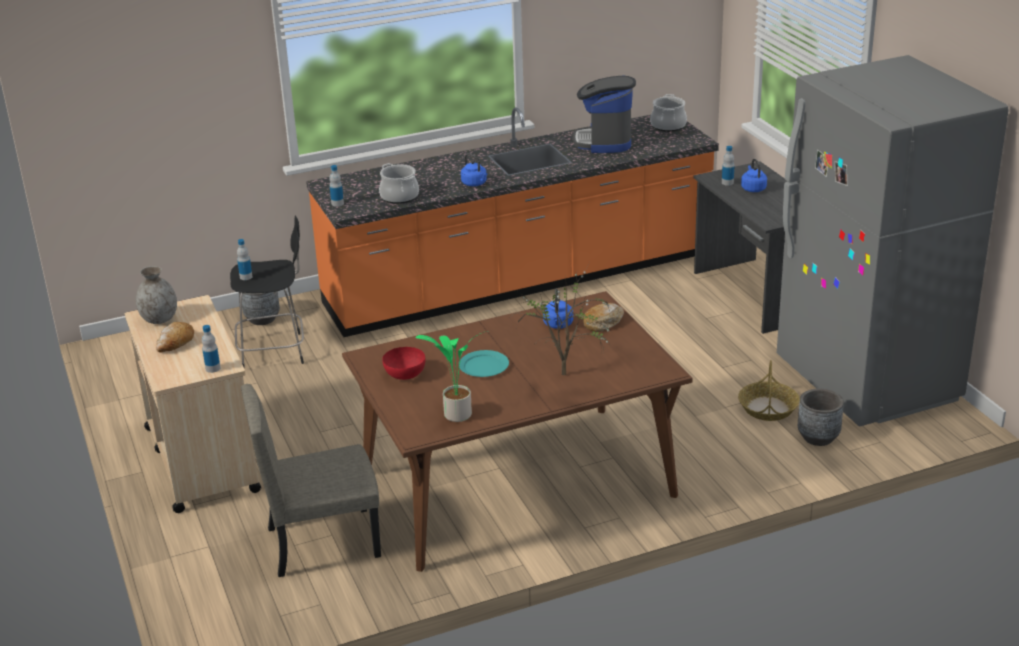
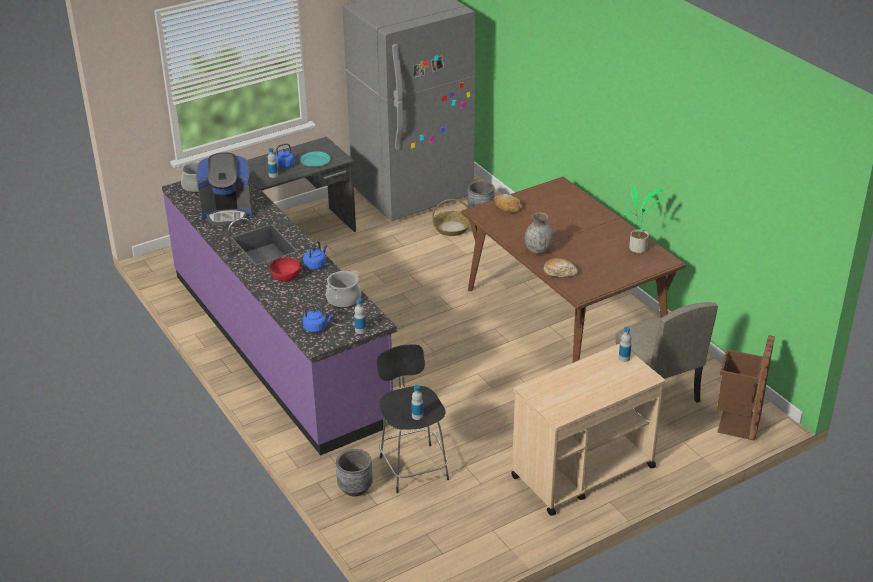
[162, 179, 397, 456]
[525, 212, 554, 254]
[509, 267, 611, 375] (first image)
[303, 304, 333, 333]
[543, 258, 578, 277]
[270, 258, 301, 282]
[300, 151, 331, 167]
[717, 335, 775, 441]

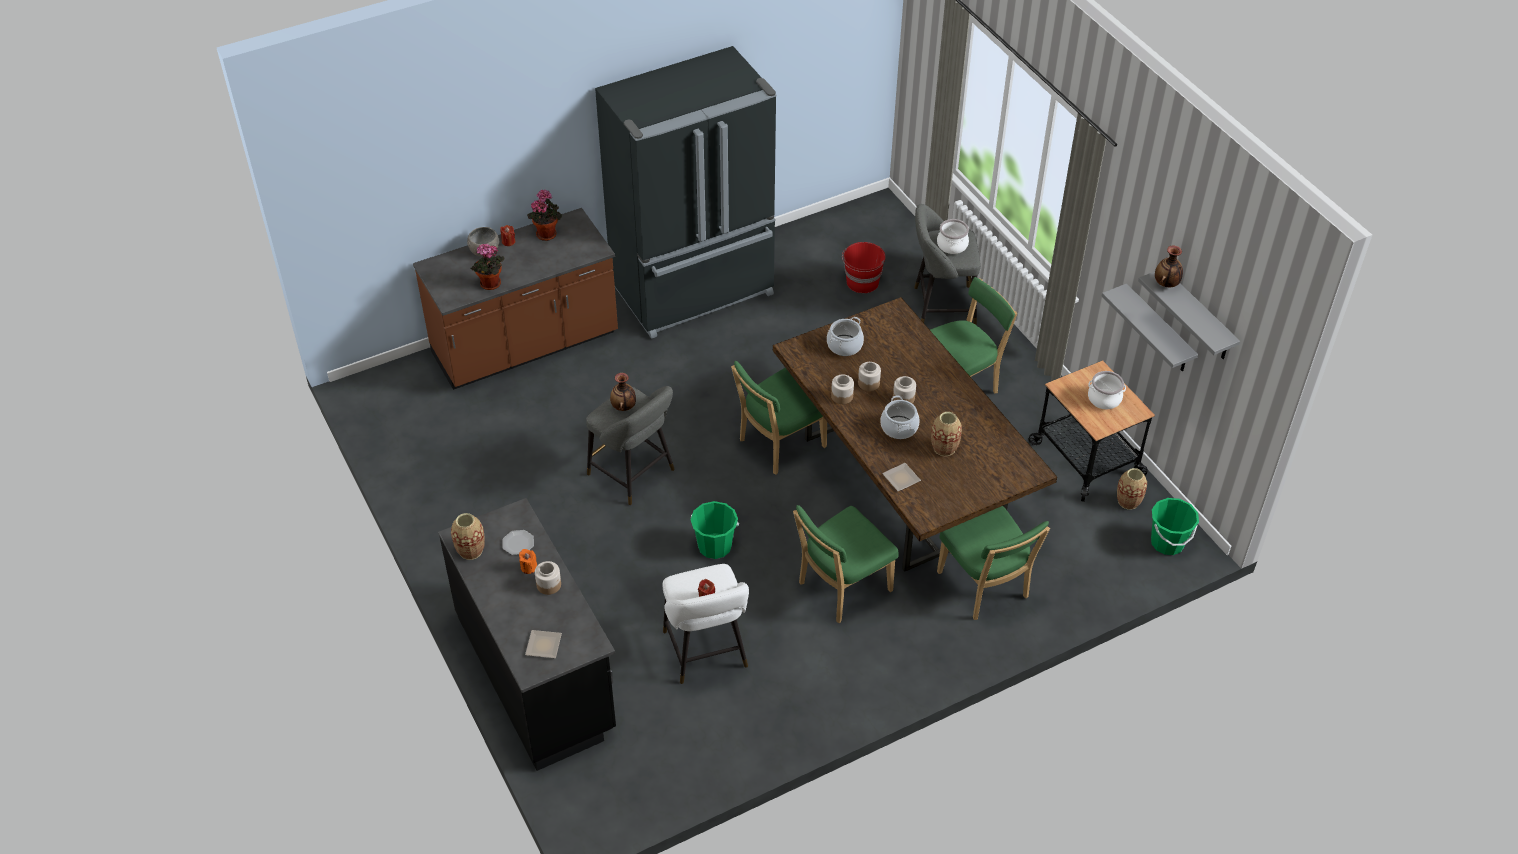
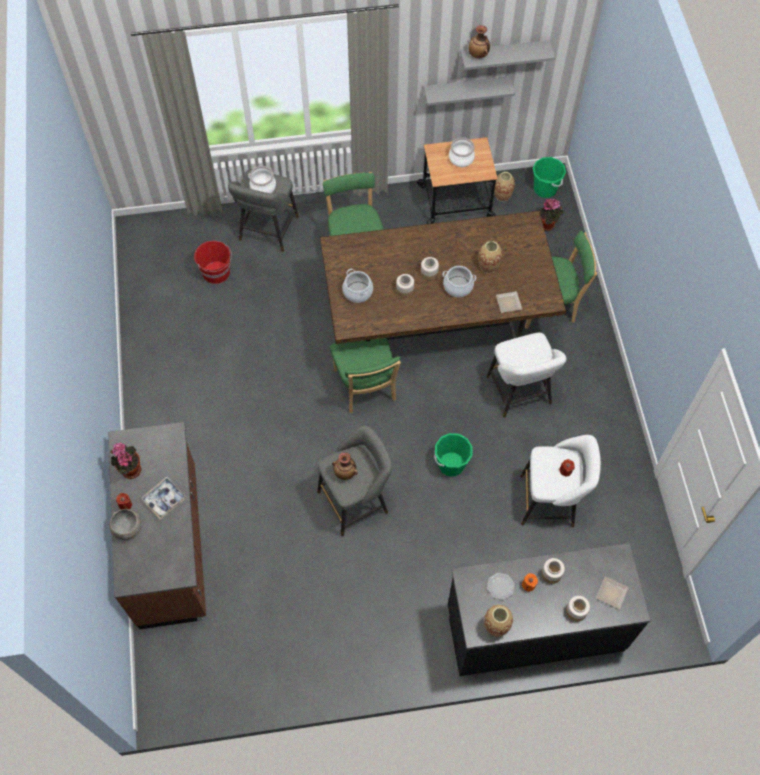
[595, 46, 777, 339] (first image)
[540, 199, 564, 231]
[566, 596, 590, 621]
[486, 333, 566, 418]
[141, 477, 187, 519]

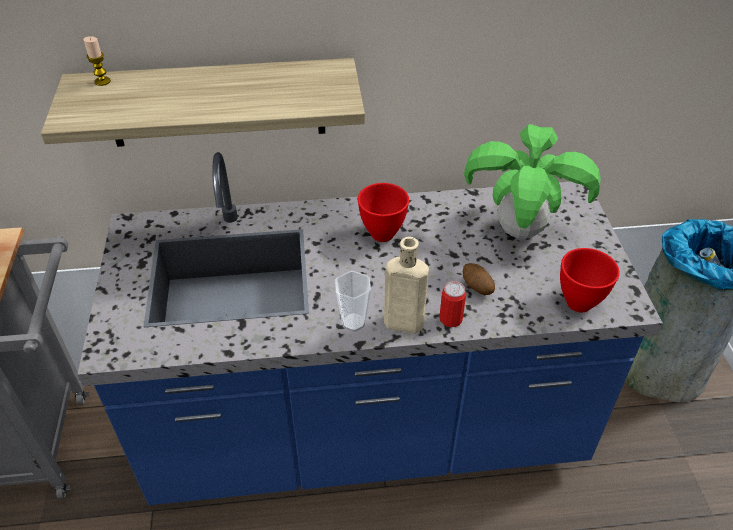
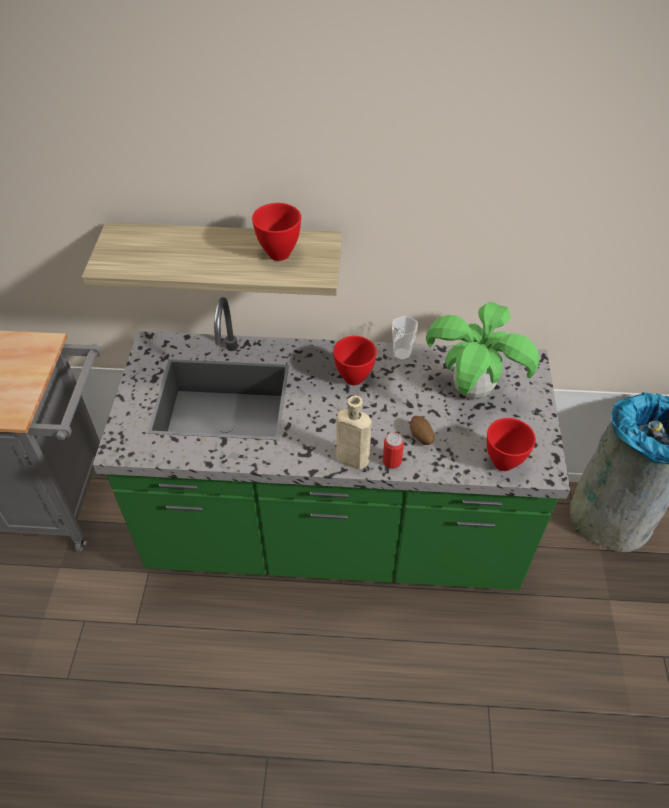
[83, 36, 111, 86] (first image)
[93, 297, 570, 590]
[392, 316, 418, 361]
[252, 203, 301, 261]

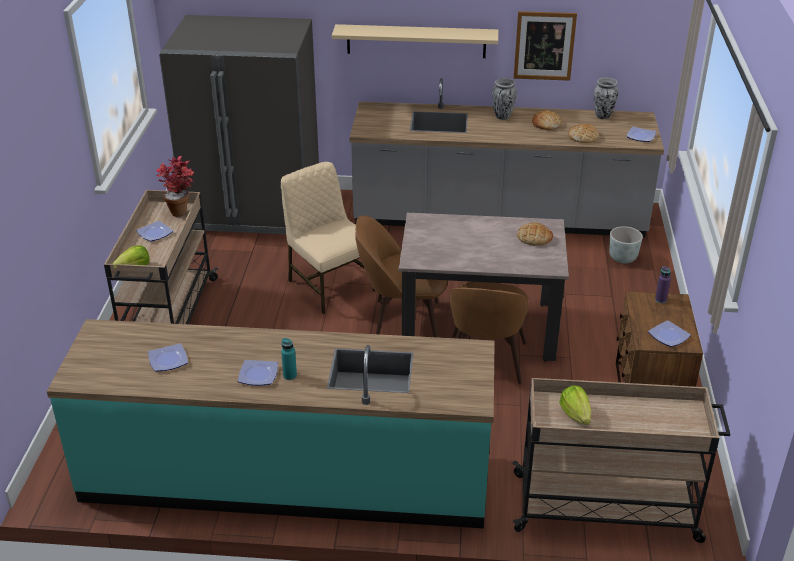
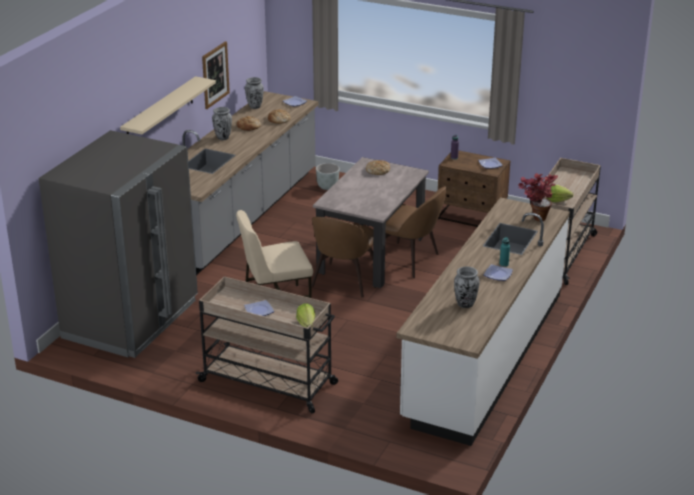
[518, 173, 558, 221]
[396, 197, 570, 446]
[454, 266, 480, 308]

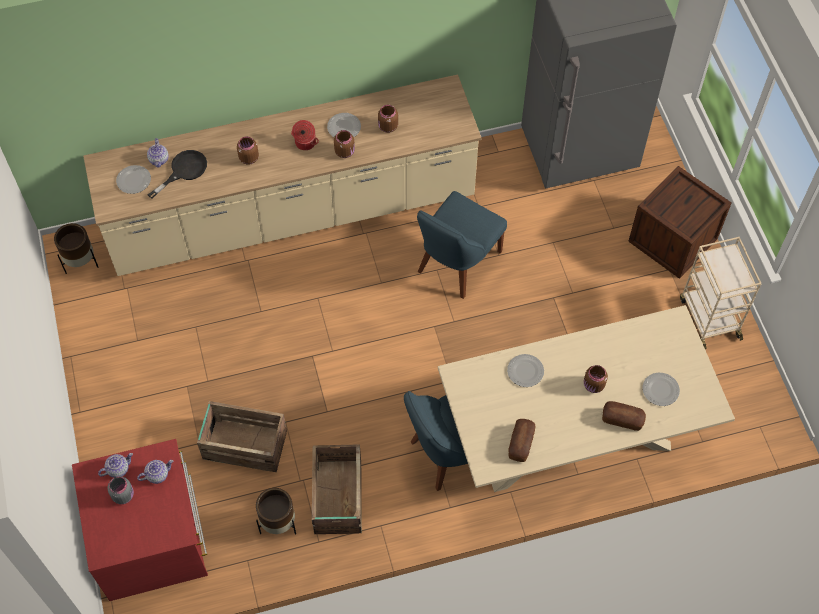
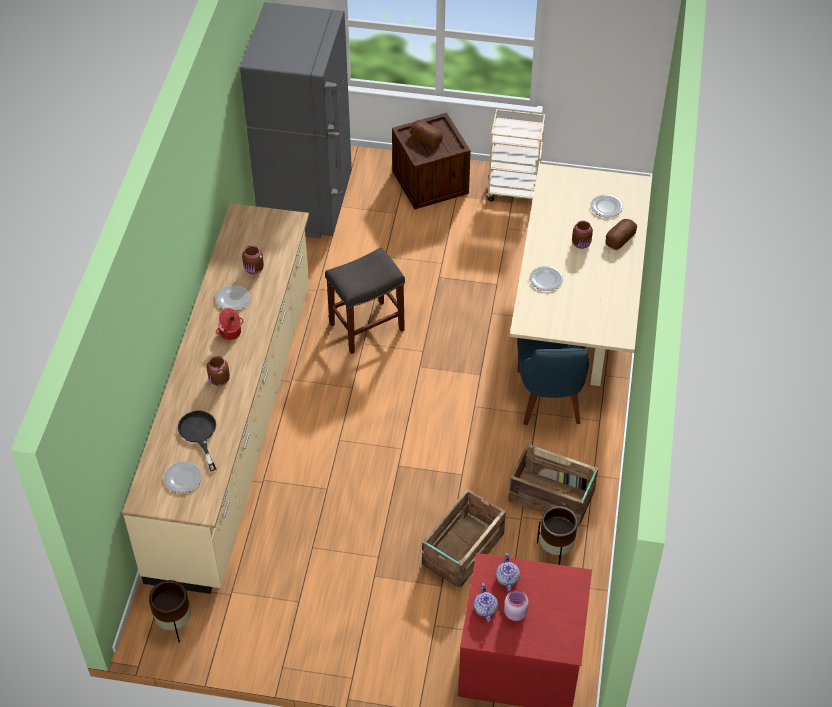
[334, 130, 355, 158] (first image)
[147, 138, 169, 168] (first image)
[325, 247, 405, 354]
[411, 120, 443, 147]
[504, 590, 529, 621]

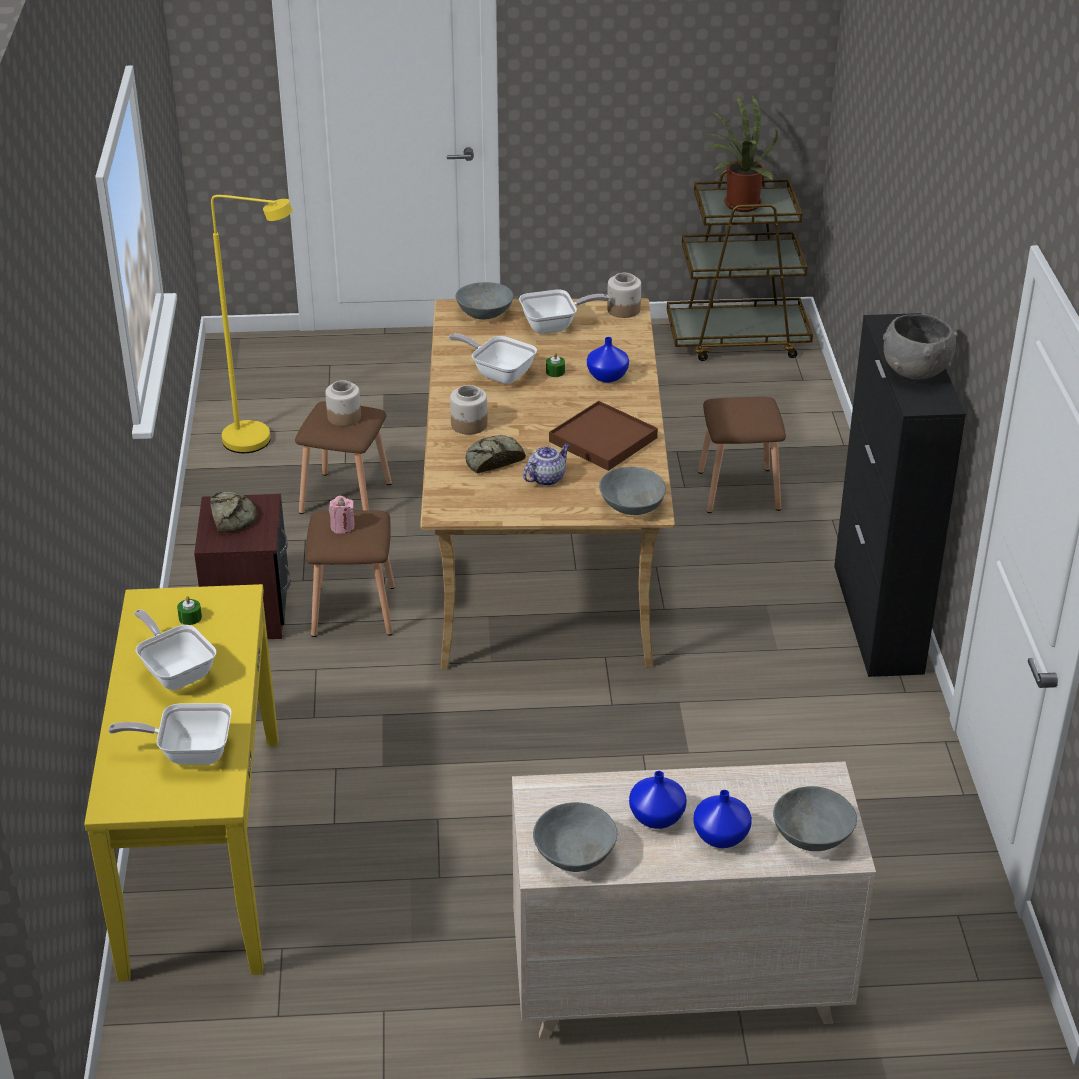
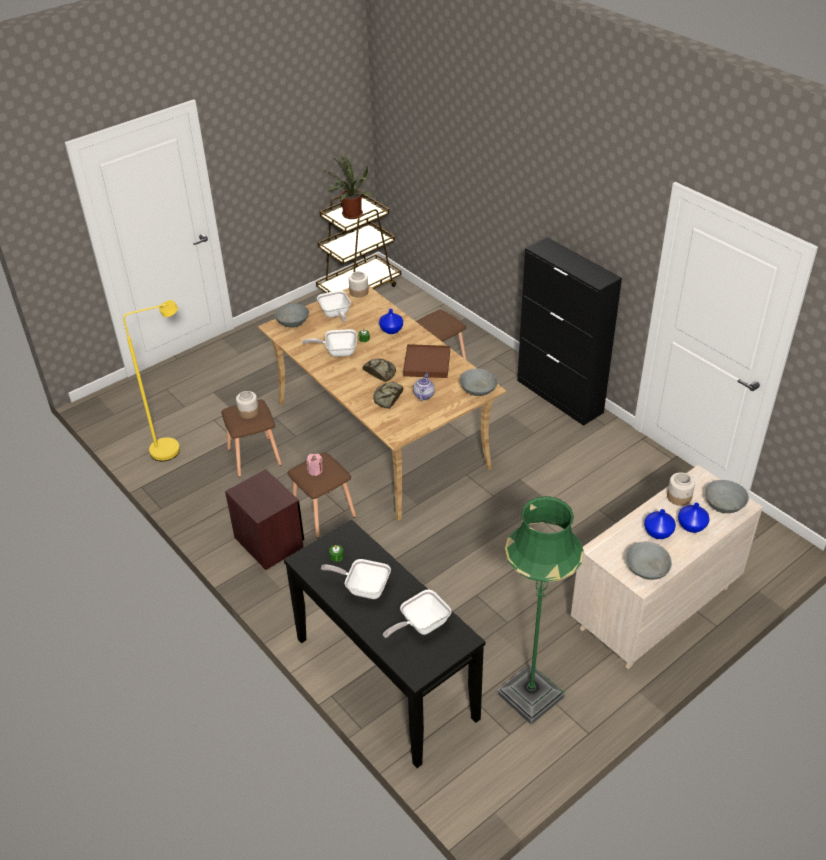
[317, 290, 351, 322]
[883, 314, 958, 380] (first image)
[667, 472, 695, 506]
[362, 359, 396, 382]
[284, 519, 485, 768]
[497, 496, 584, 725]

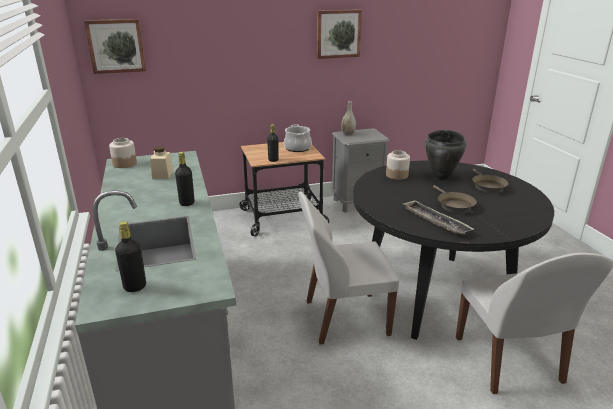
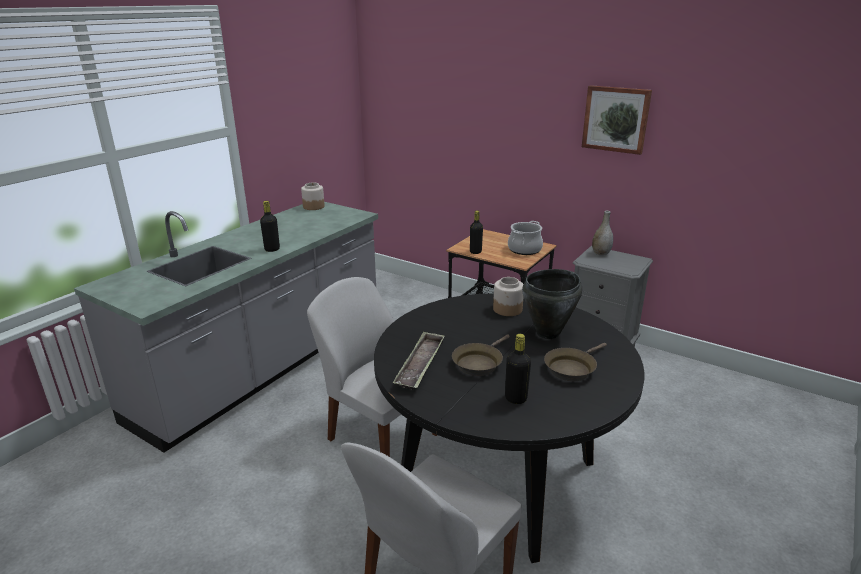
[84, 19, 146, 74] (first image)
[150, 146, 173, 179] (first image)
[505, 334, 531, 404]

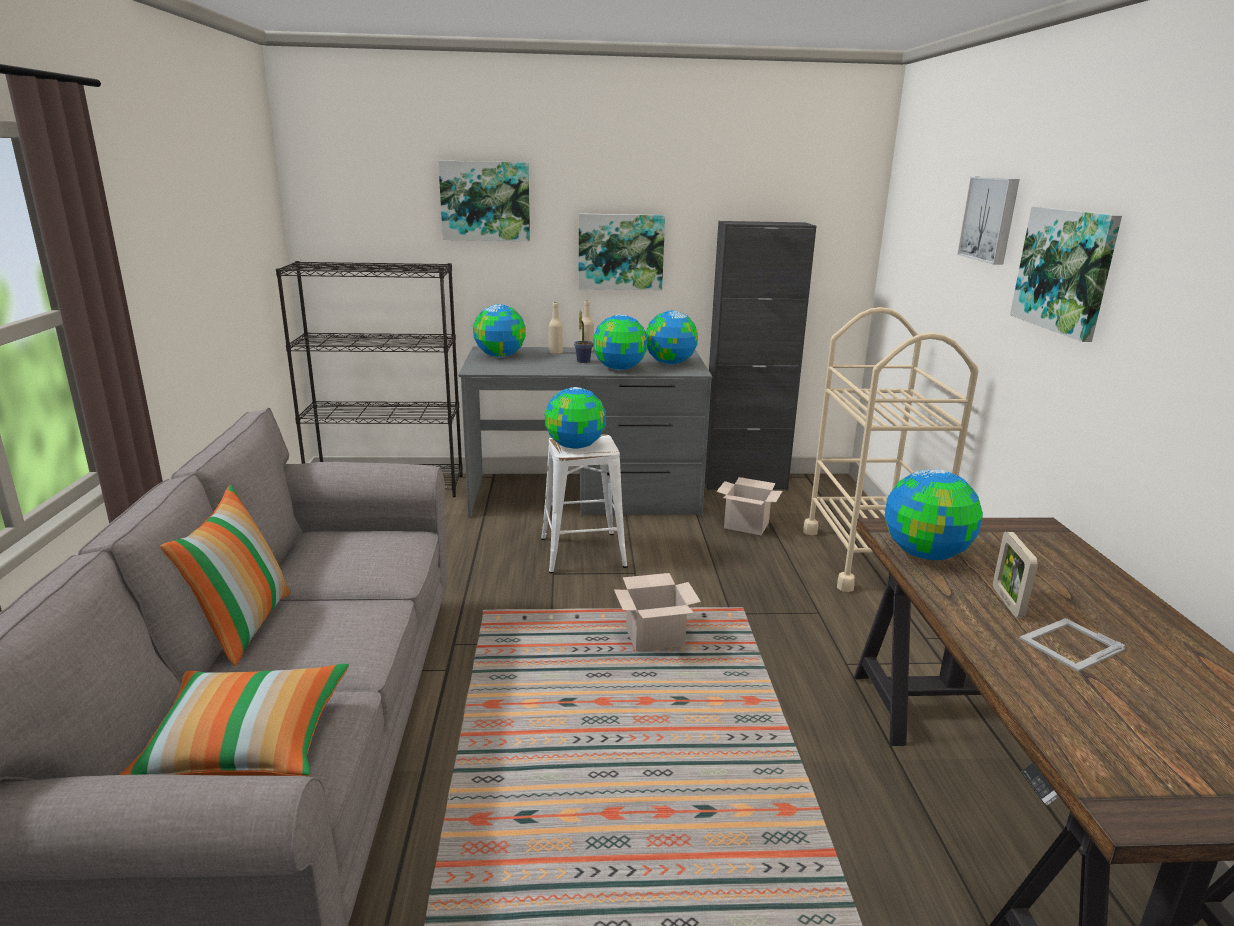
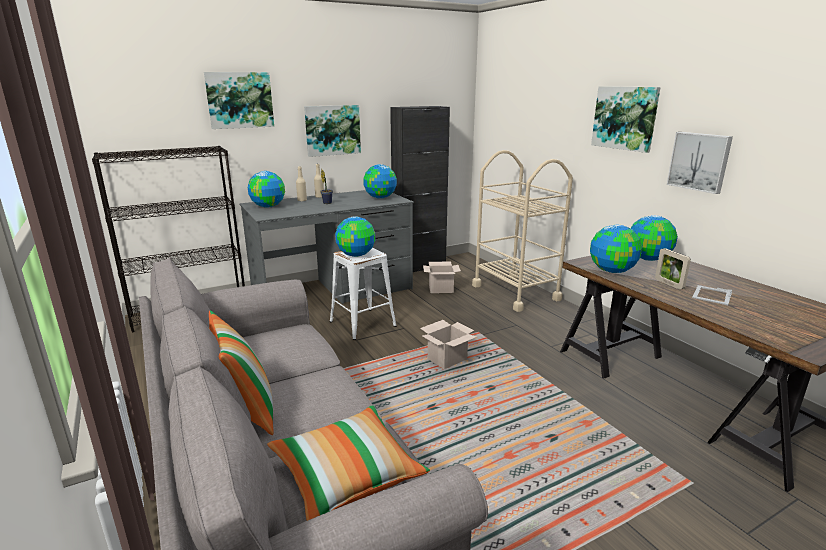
[667, 132, 733, 194]
[631, 215, 678, 261]

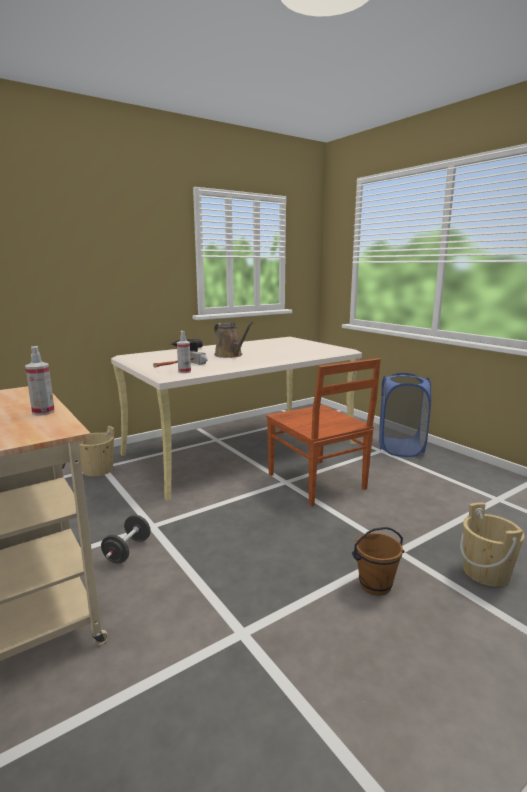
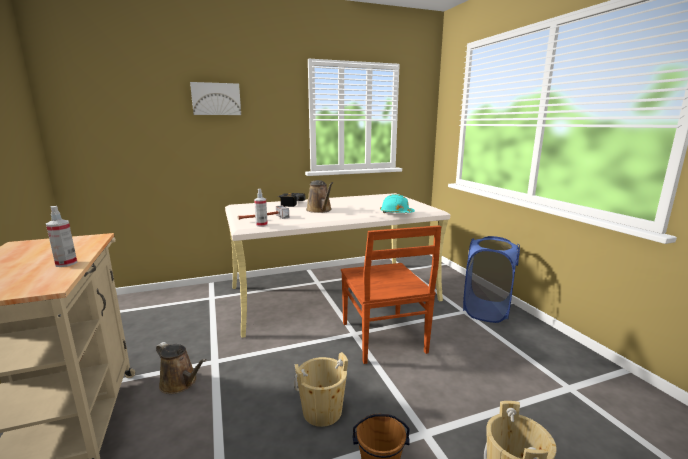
[294, 352, 348, 427]
[156, 342, 207, 394]
[190, 82, 241, 115]
[380, 194, 415, 213]

